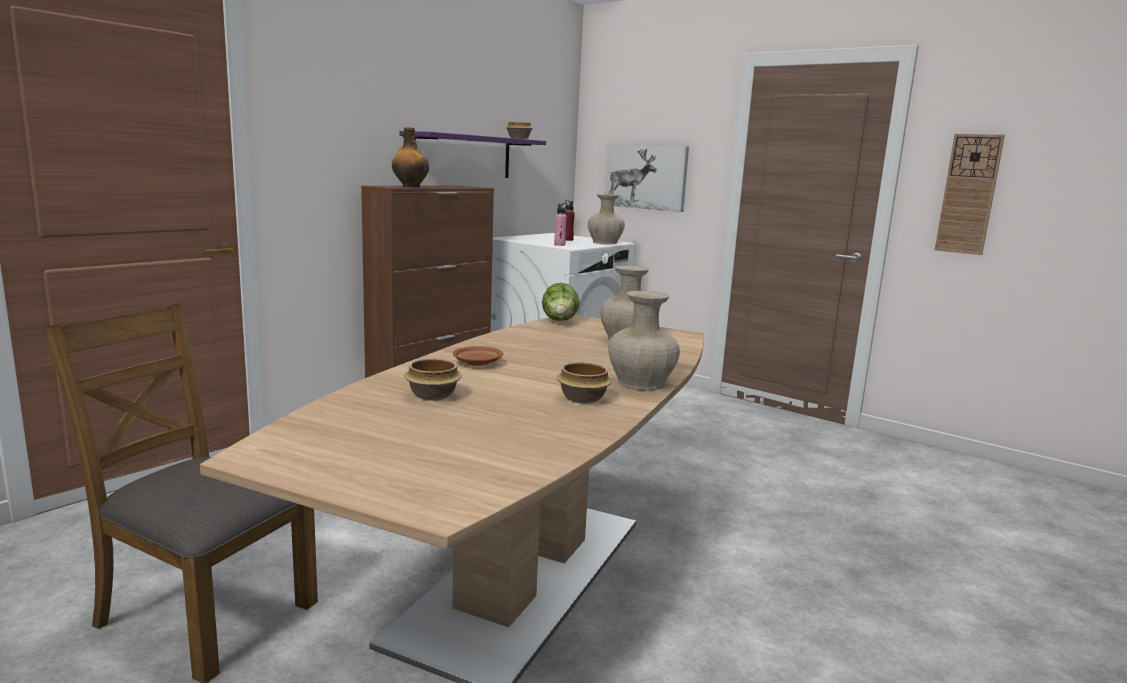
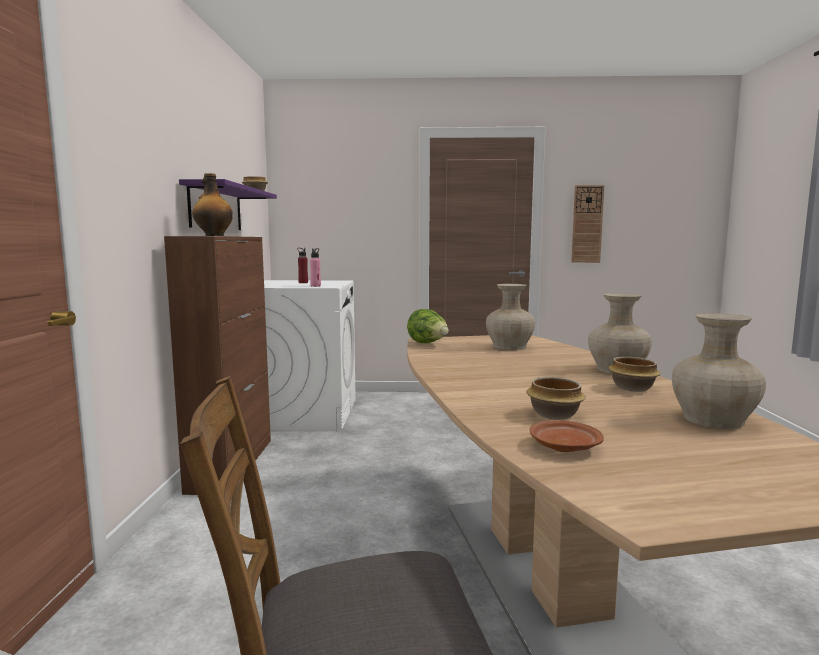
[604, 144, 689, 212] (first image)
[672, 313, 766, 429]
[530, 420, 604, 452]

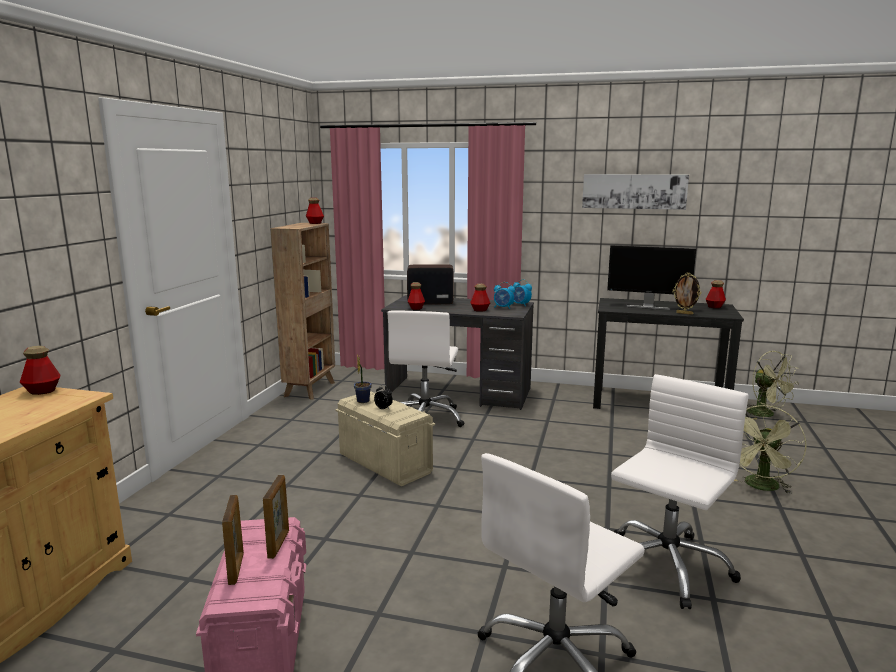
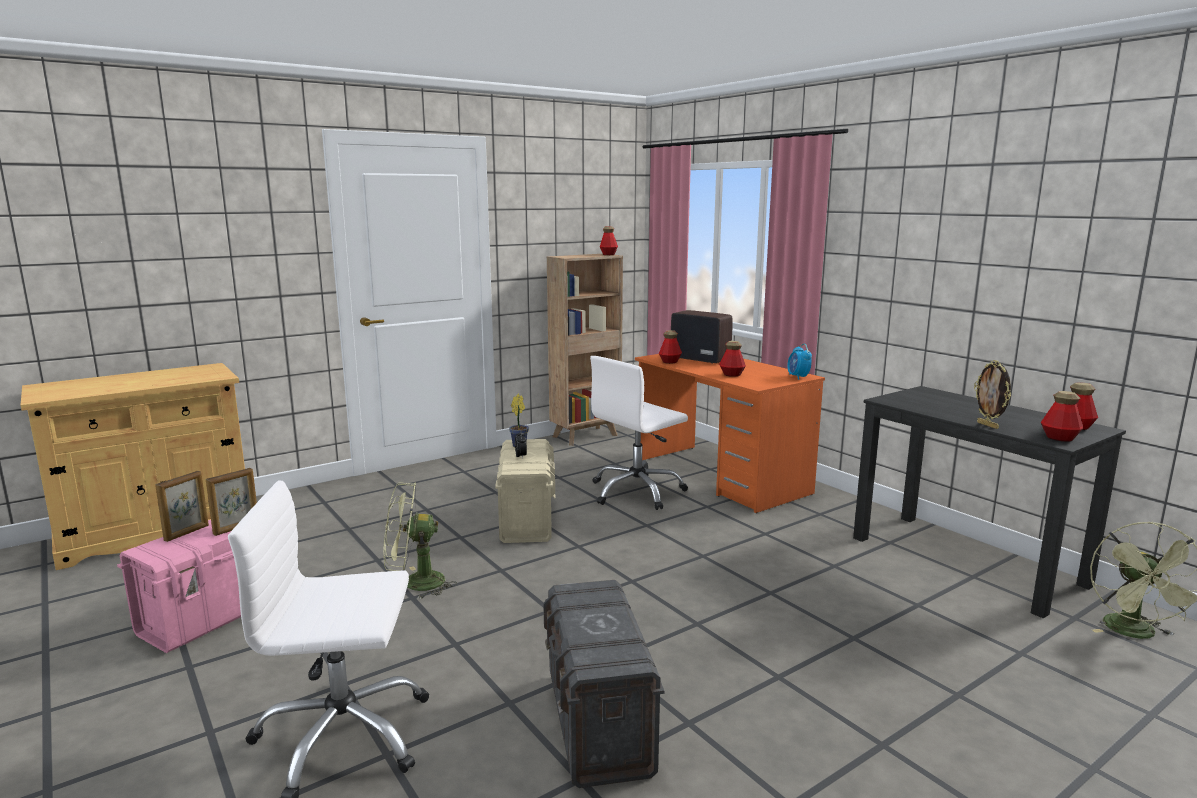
[582, 174, 689, 210] (first image)
[607, 245, 696, 310] (first image)
[494, 282, 515, 309] (first image)
[635, 354, 825, 513]
[1041, 391, 1084, 442]
[543, 580, 665, 788]
[383, 482, 457, 600]

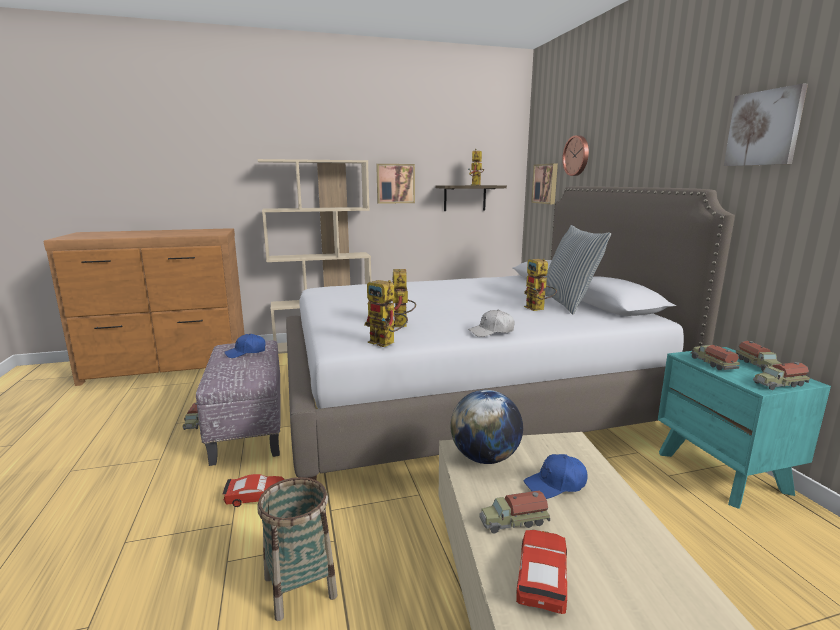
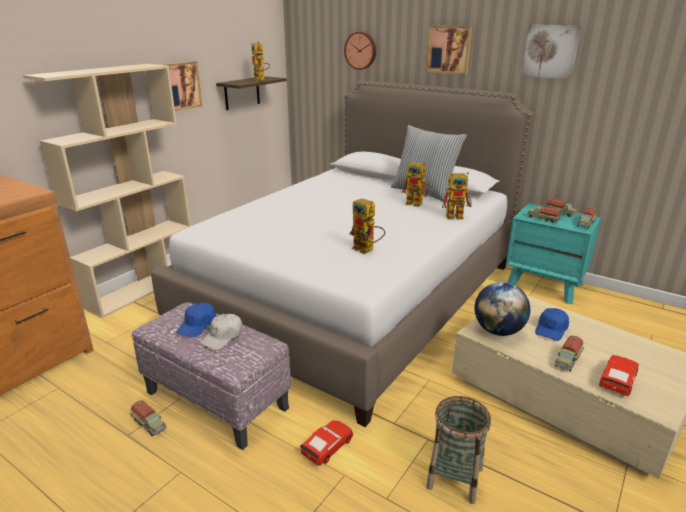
[425, 26, 472, 75]
[442, 172, 472, 219]
[200, 314, 243, 350]
[599, 355, 639, 396]

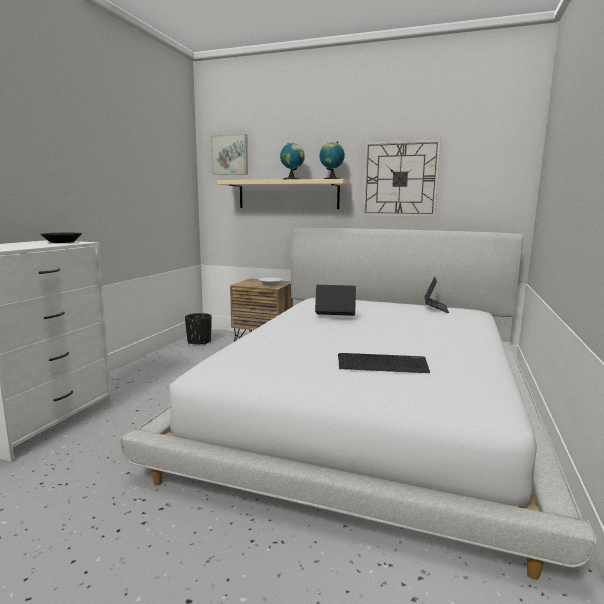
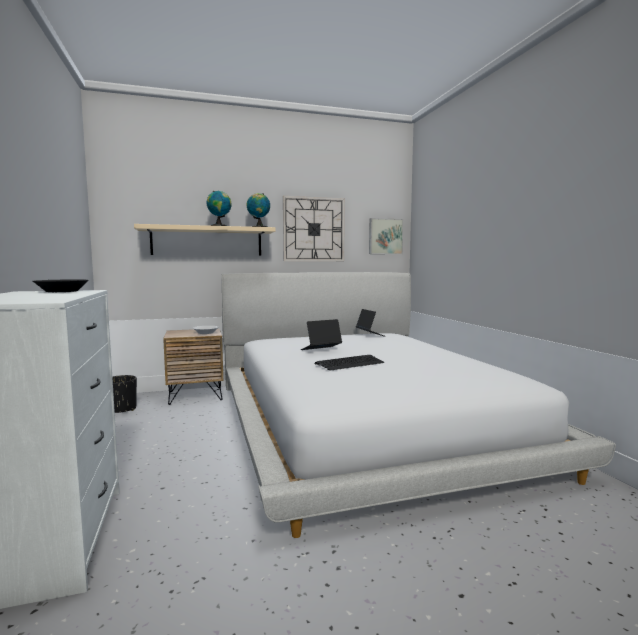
[369, 218, 403, 254]
[314, 355, 384, 371]

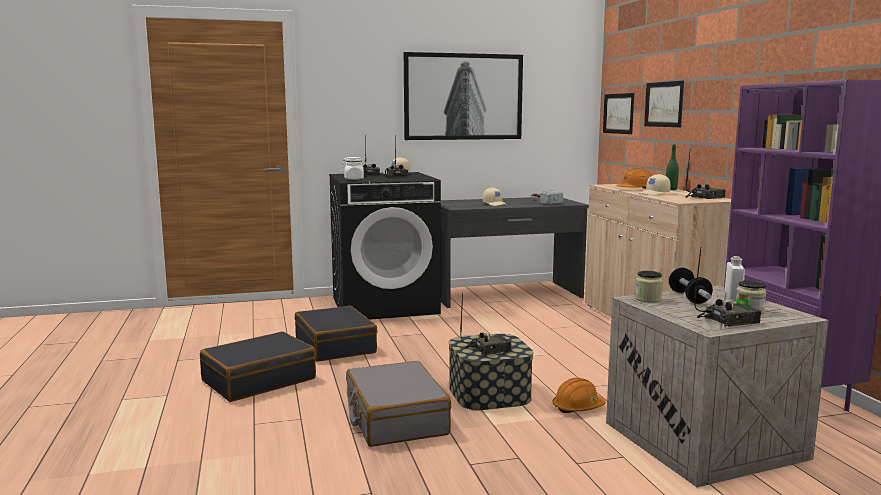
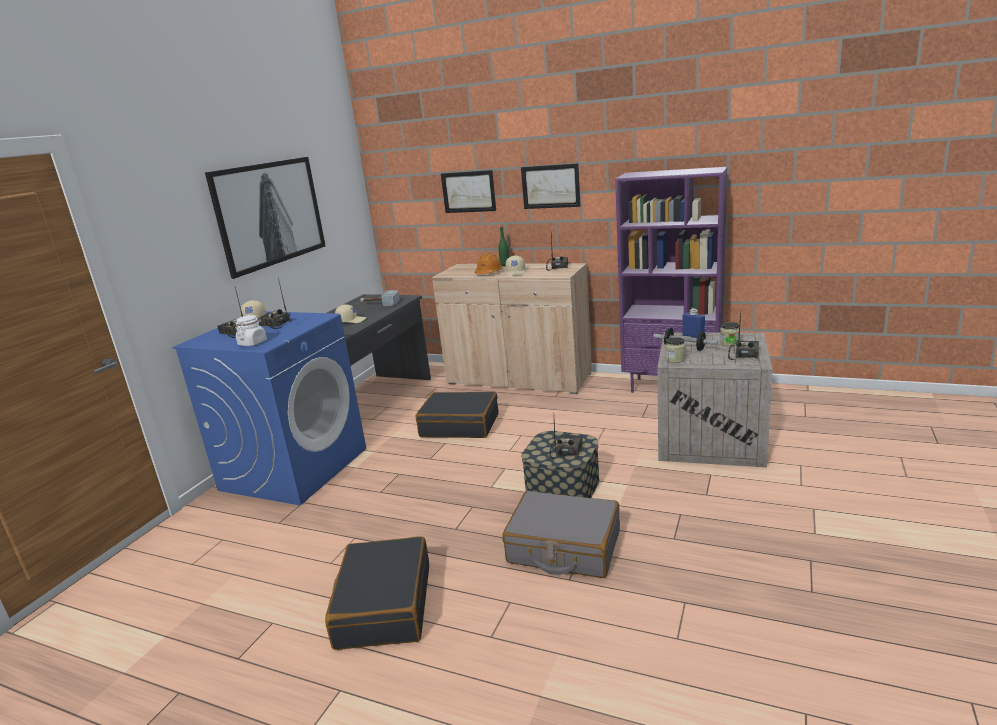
[521, 163, 581, 209]
[173, 311, 366, 506]
[682, 309, 705, 338]
[415, 392, 499, 438]
[553, 378, 606, 413] (first image)

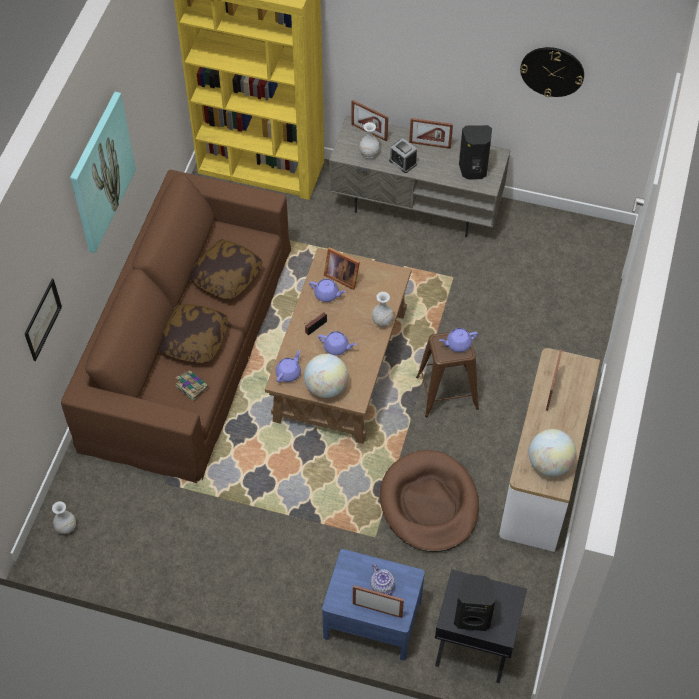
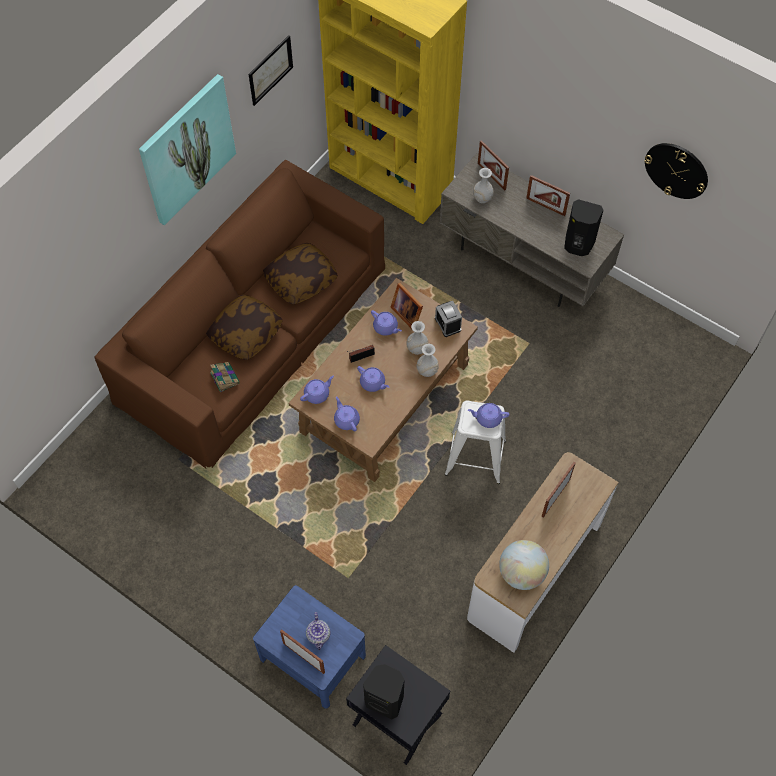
[435, 301, 462, 337]
[249, 35, 293, 106]
[444, 400, 506, 484]
[334, 396, 360, 432]
[380, 450, 479, 552] (first image)
[407, 321, 428, 355]

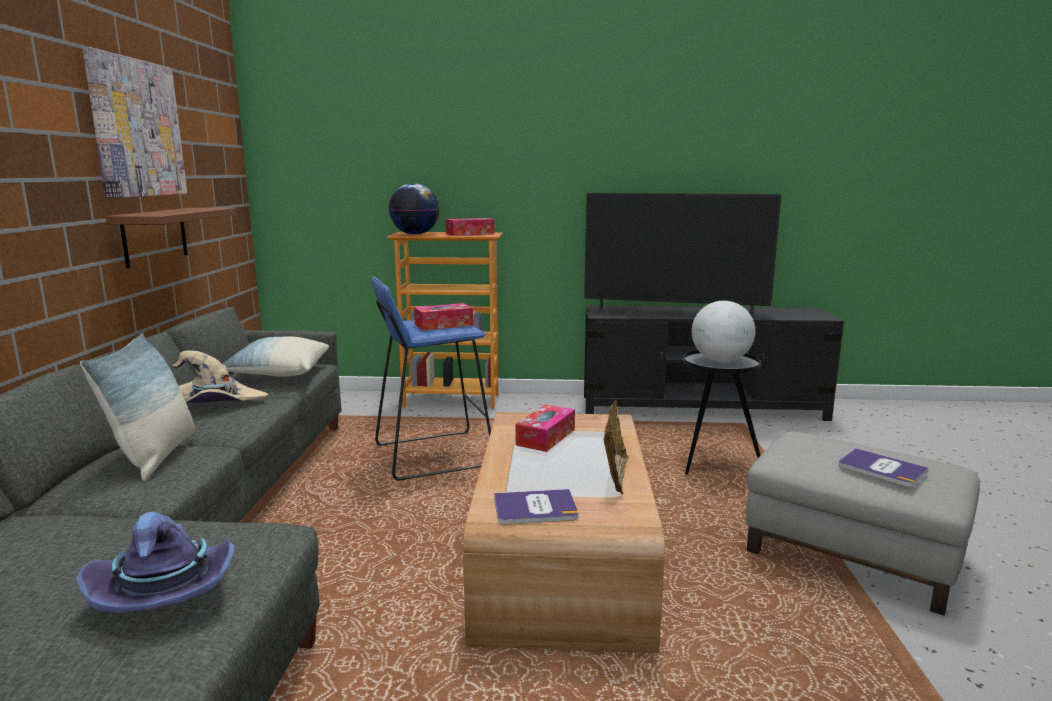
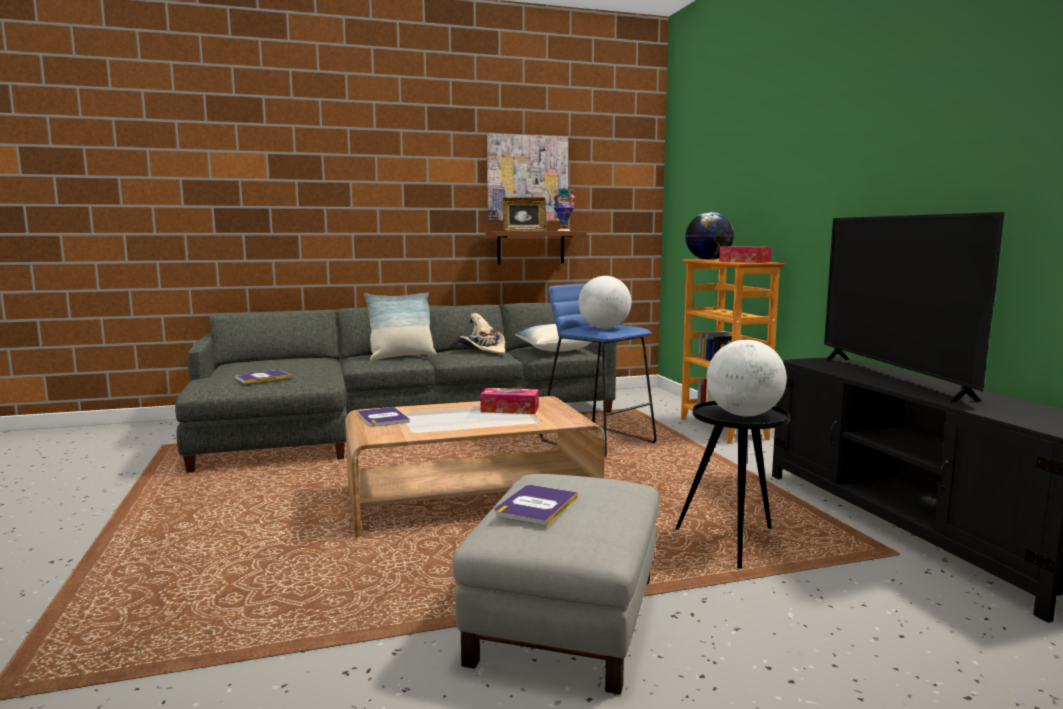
[578, 276, 632, 329]
[502, 197, 547, 231]
[235, 370, 291, 383]
[554, 189, 575, 231]

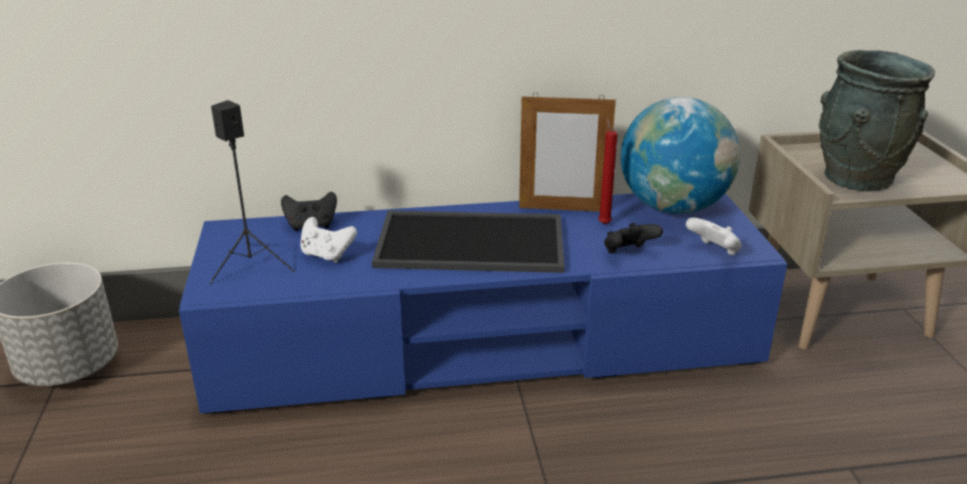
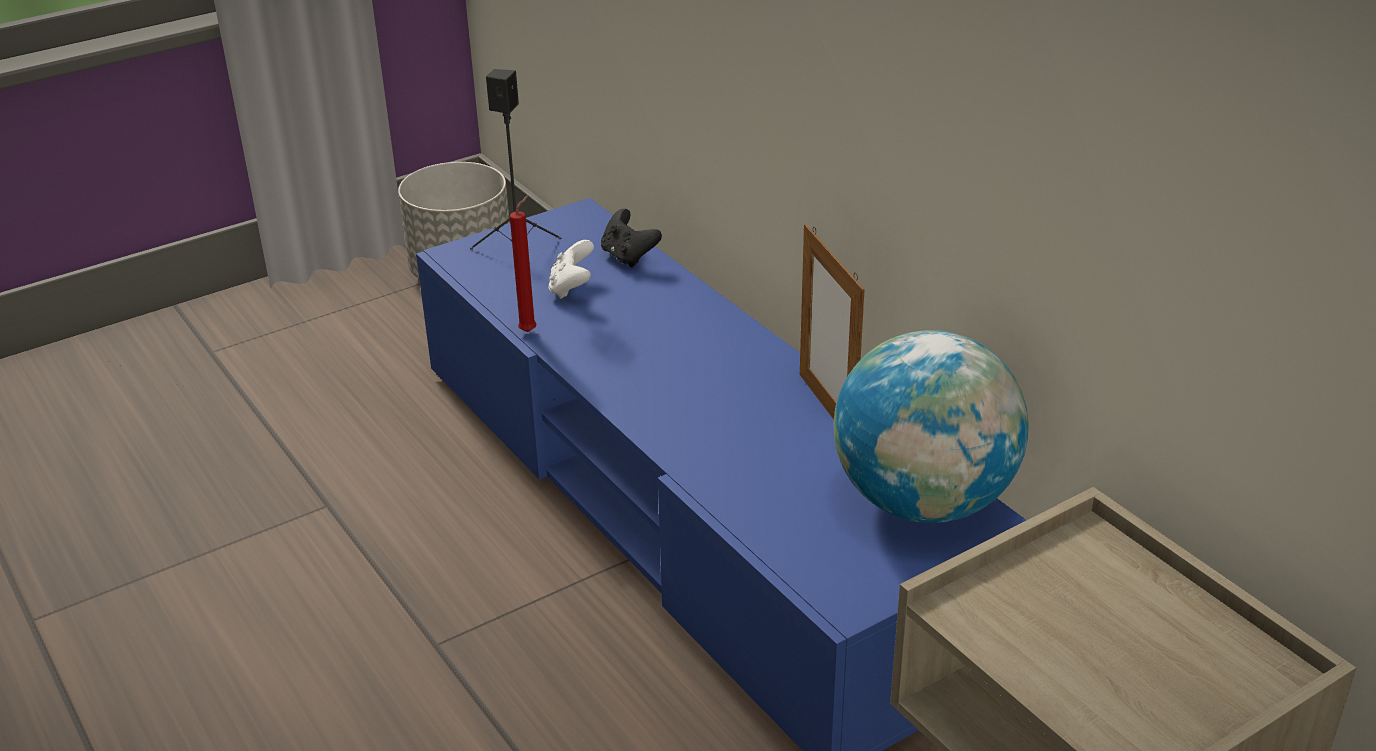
[819, 50, 935, 191] (first image)
[510, 195, 536, 332]
[372, 211, 565, 273] (first image)
[686, 218, 741, 256] (first image)
[604, 223, 663, 253] (first image)

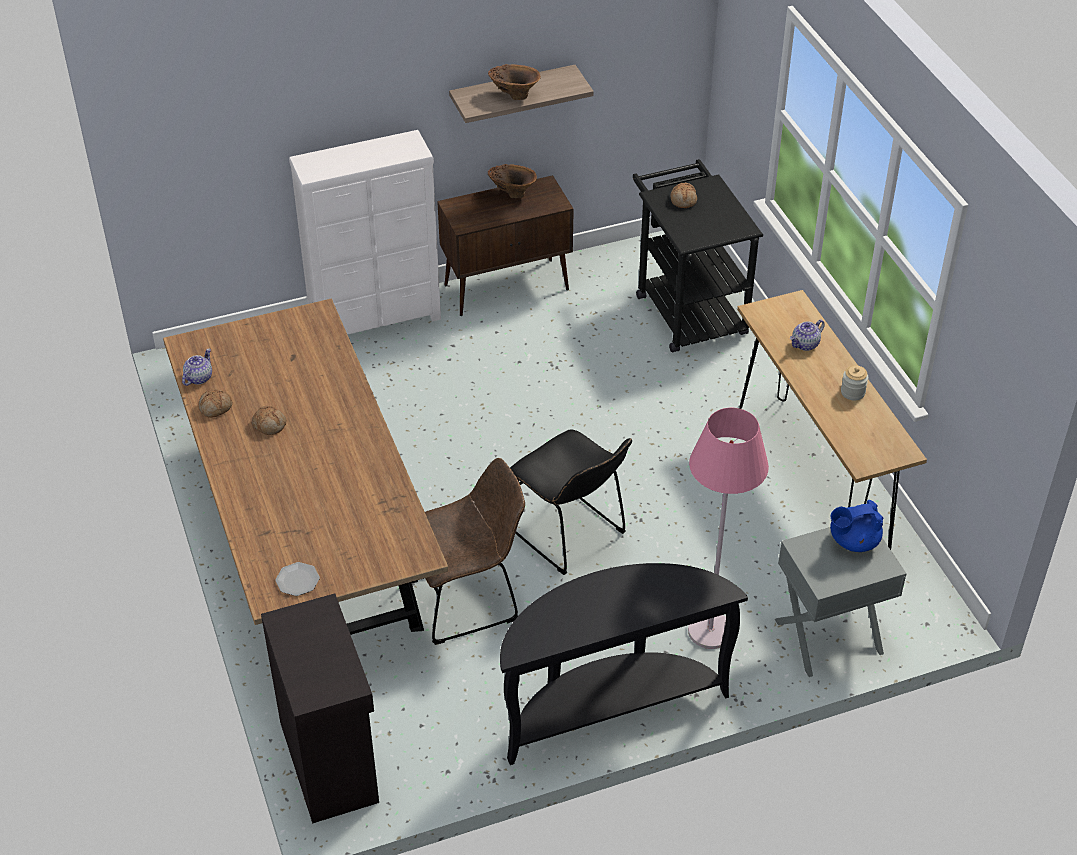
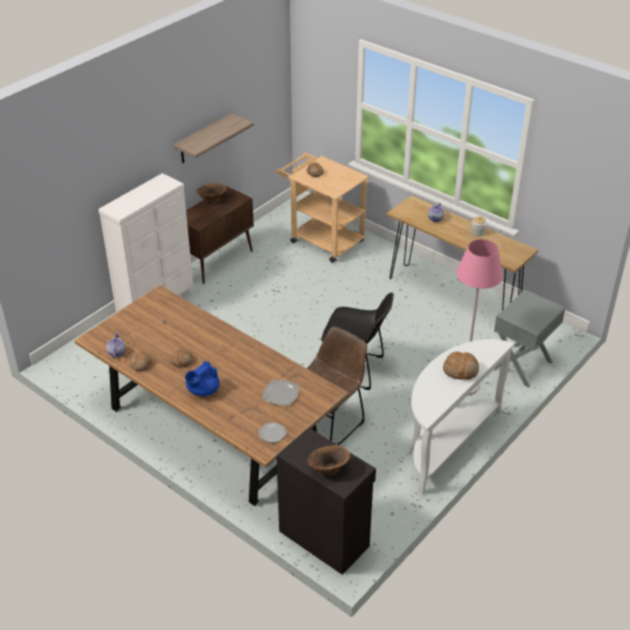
[308, 445, 350, 476]
[276, 152, 369, 263]
[185, 361, 220, 396]
[410, 339, 514, 495]
[443, 352, 479, 380]
[263, 380, 299, 405]

